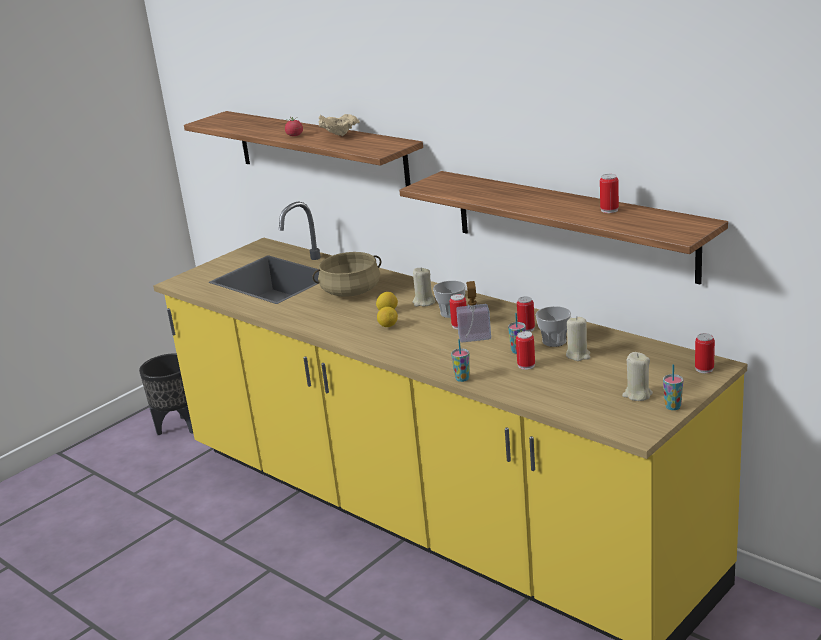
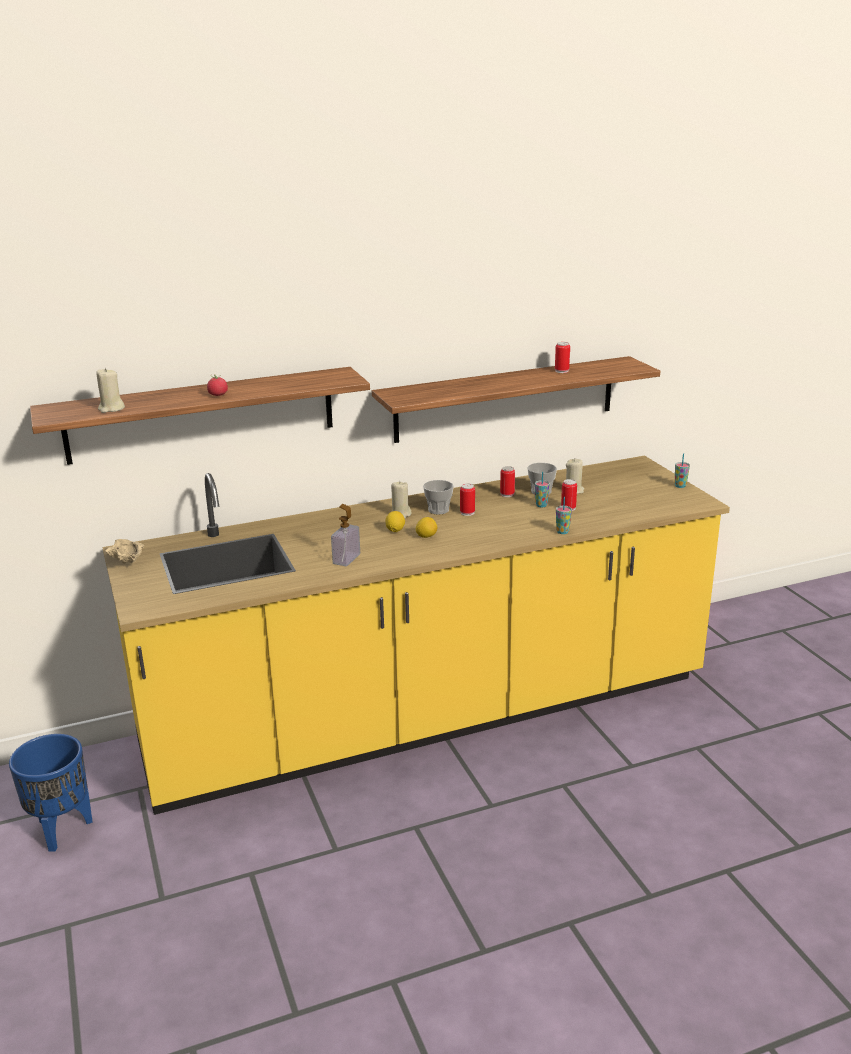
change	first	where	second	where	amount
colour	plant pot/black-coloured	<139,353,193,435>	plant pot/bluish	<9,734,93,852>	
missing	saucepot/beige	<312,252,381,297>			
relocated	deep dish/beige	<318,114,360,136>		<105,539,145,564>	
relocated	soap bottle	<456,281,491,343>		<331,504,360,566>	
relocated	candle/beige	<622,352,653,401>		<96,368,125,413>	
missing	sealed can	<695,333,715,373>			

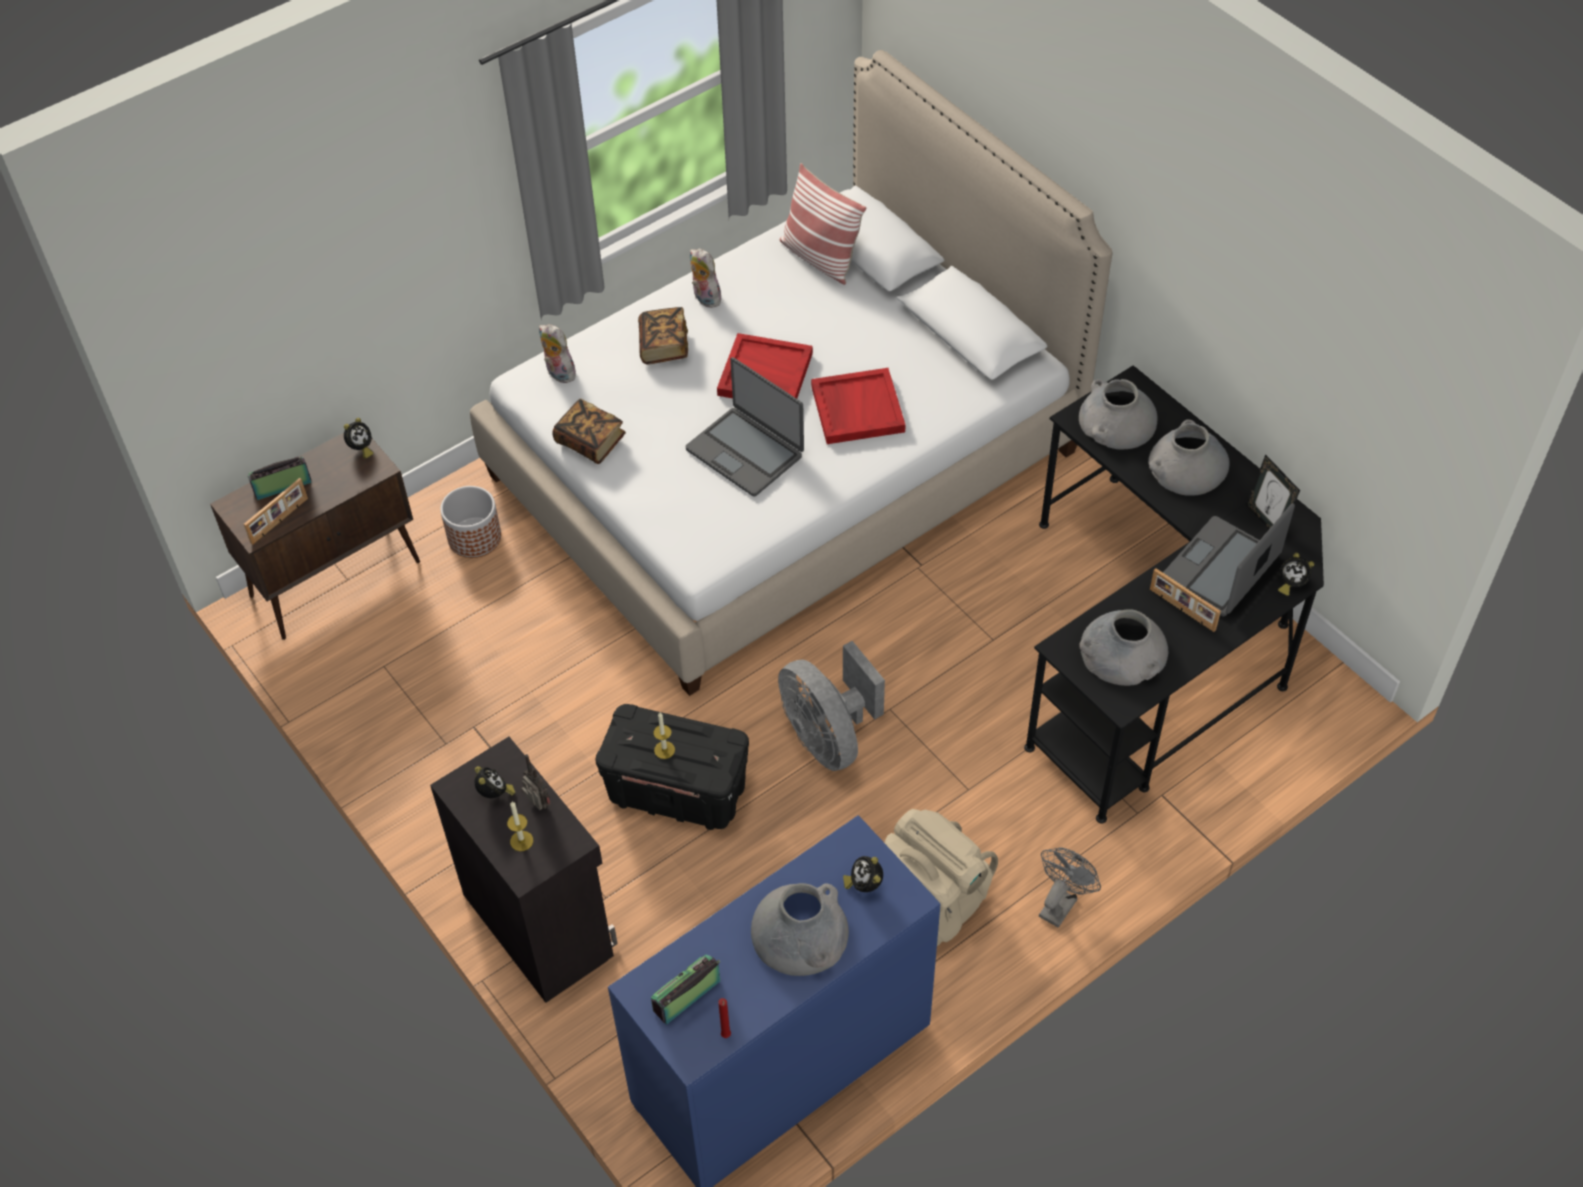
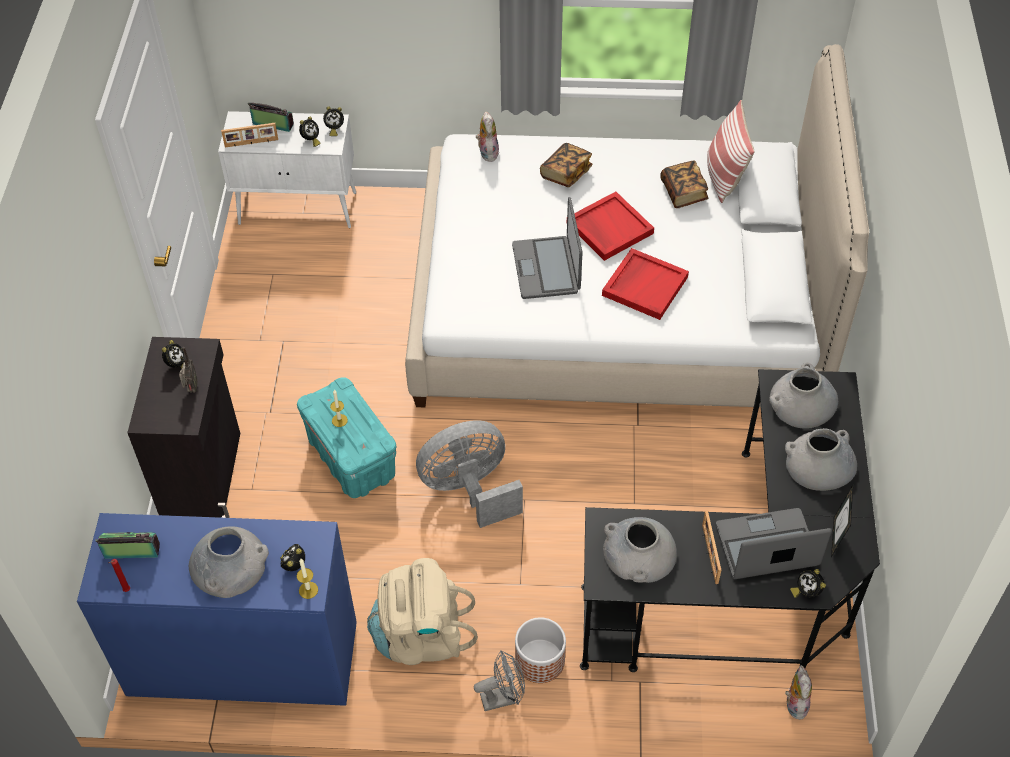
change	first	where	second	where	amount
colour	cabinet/brownish	<210,433,420,640>	cabinet/whitish	<218,111,356,228>	
relocated	plant pot	<440,486,501,558>		<515,617,566,683>	
relocated	candle	<507,802,533,851>		<297,559,318,599>	
relocated	book	<552,399,626,464>		<660,160,708,208>	
colour	storage container/black-coloured	<596,704,749,830>	storage container/turquoise-coloured	<297,377,396,498>	
relocated	cuddly toy	<690,248,721,308>		<785,665,812,720>	
spun	electric fan/grey	<778,641,885,771>		<416,420,523,528>	60 degrees clockwise
appeared			table clock	<299,117,320,147>	

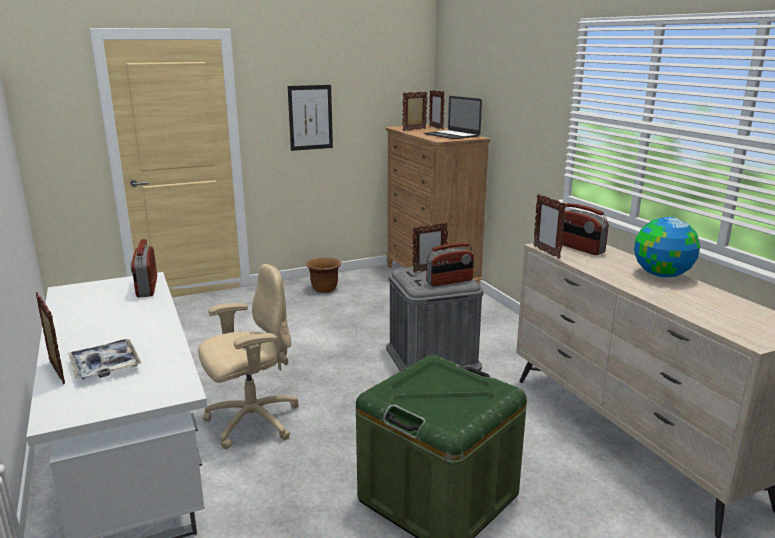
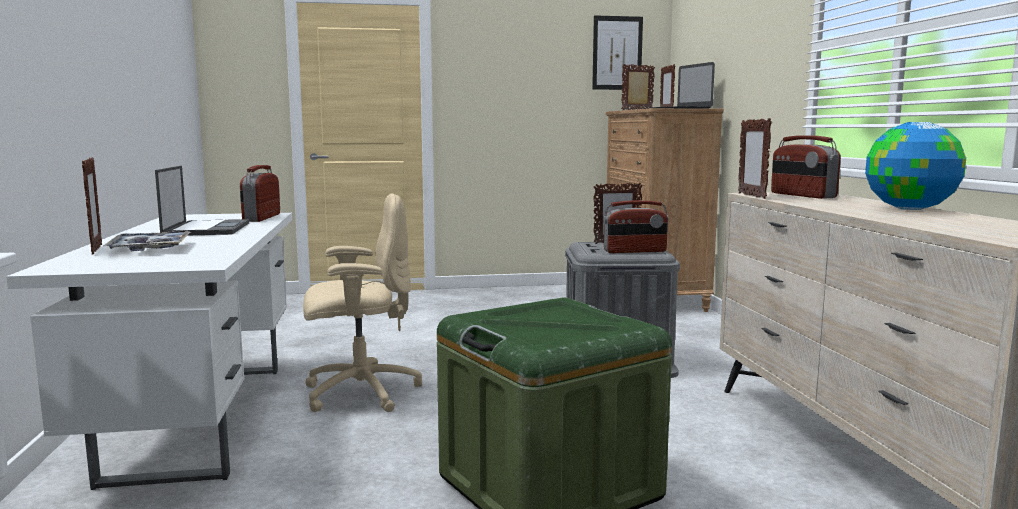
change	first	where	second	where	amount
relocated	wall picture	<288,85,333,151>		<592,15,643,90>	
missing	plant pot/brownish	<306,257,341,293>			
appeared			notebook computer	<155,166,249,236>	

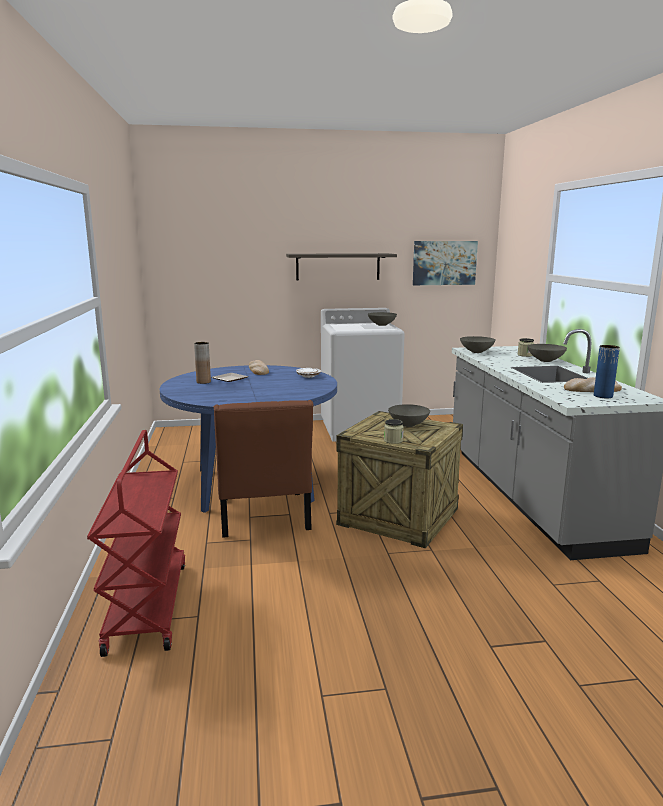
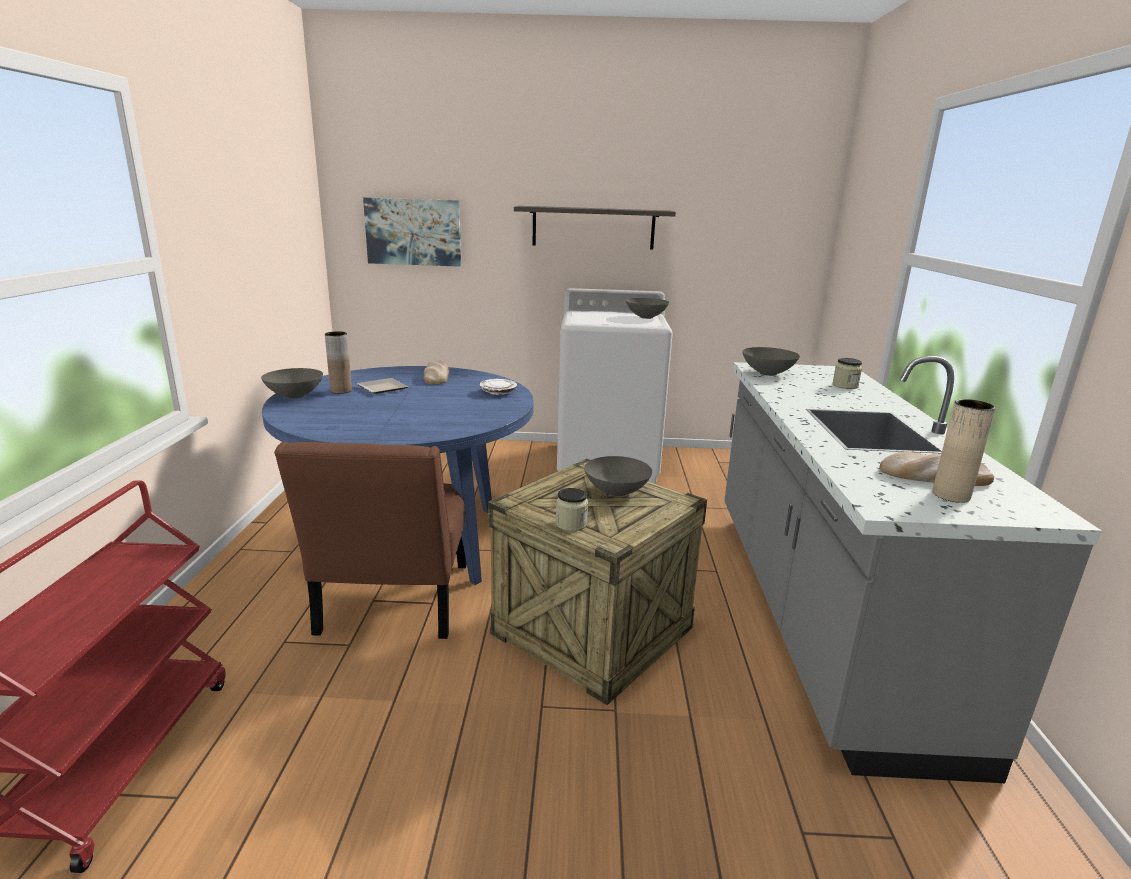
change	first	where	second	where	amount
relocated	wall picture	<413,241,478,285>		<363,197,461,267>	
relocated	deep dish/grey	<527,344,567,362>		<261,368,323,399>	
colour	flower vase/bluish	<594,345,620,398>	flower vase/beige	<932,399,996,503>	

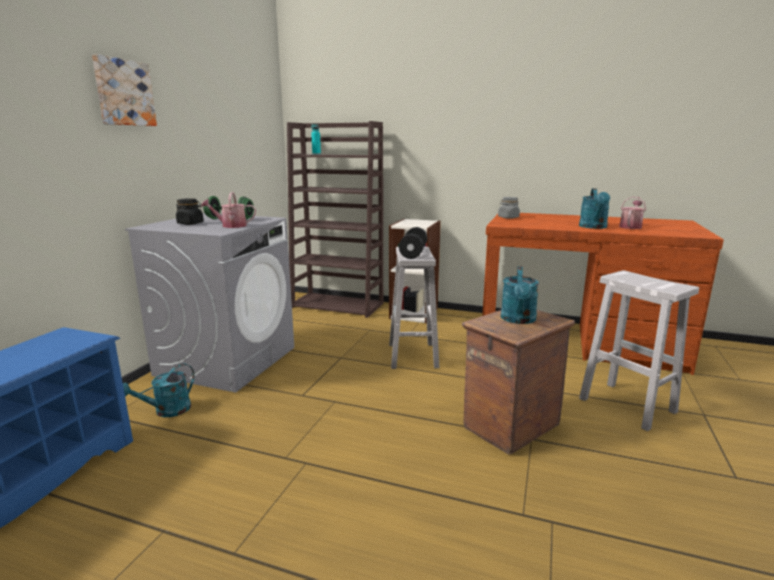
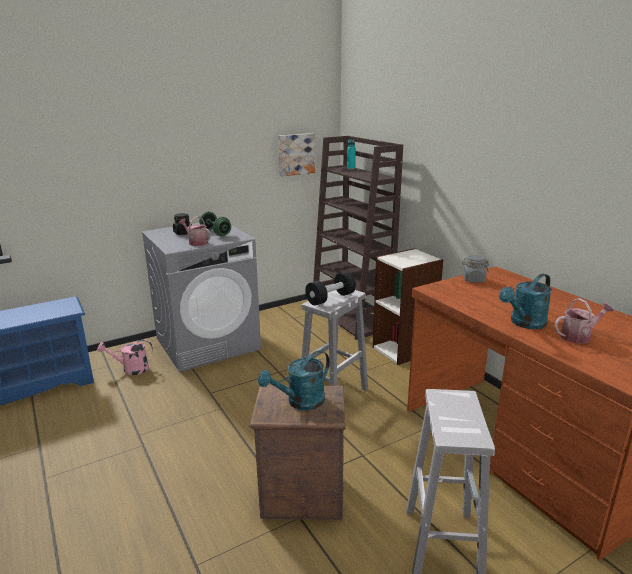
change	first	where	second	where	amount
relocated	wall picture	<92,54,157,126>		<278,133,315,176>	
colour	watering can/turquoise-coloured	<123,363,195,417>	watering can/pink	<97,339,153,375>	

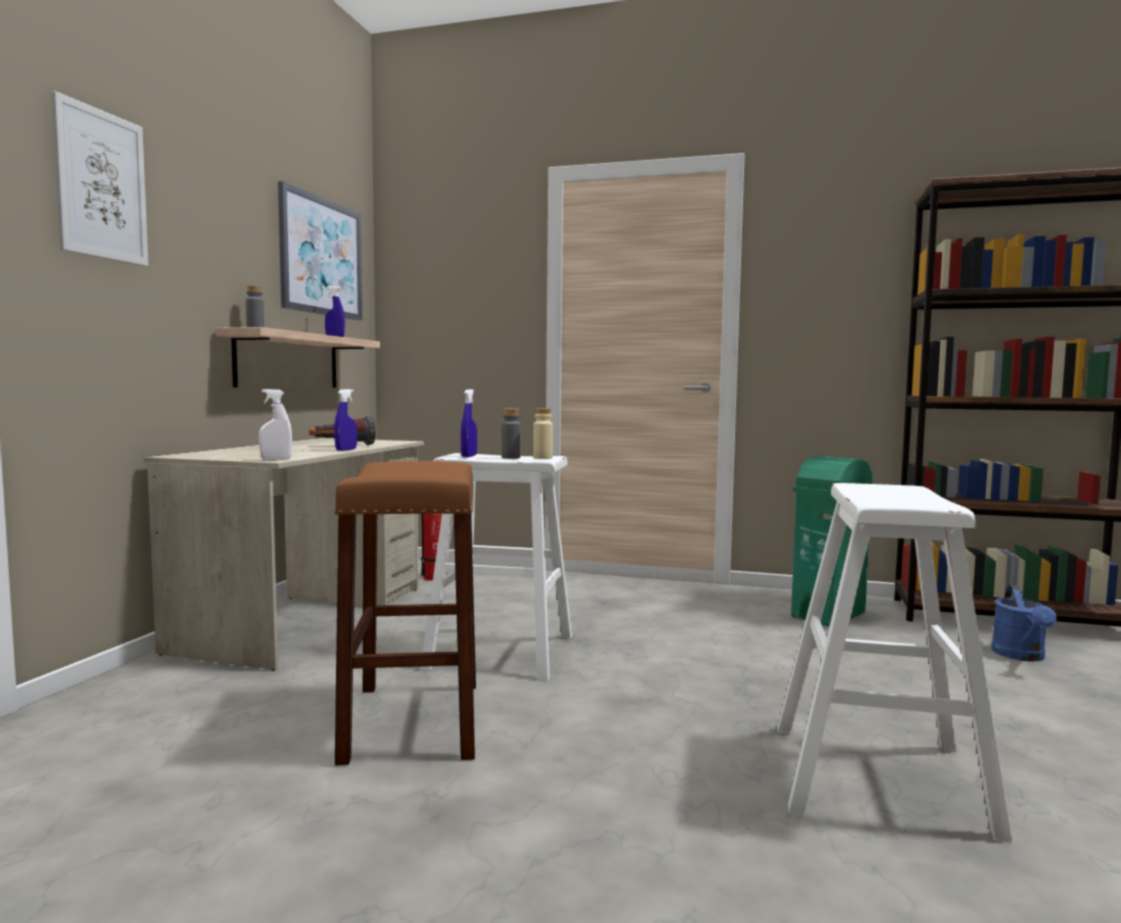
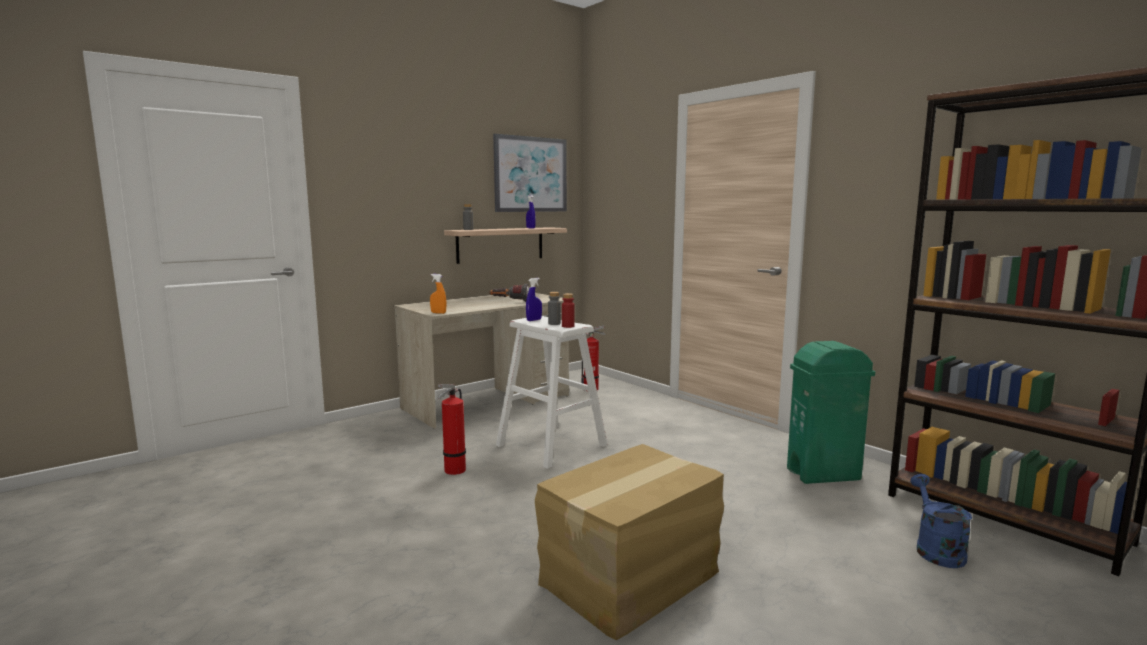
change	first	where	second	where	amount
missing	wall picture	<51,91,148,266>			
colour	sprayer/whitish	<259,389,292,460>	sprayer/orange	<430,274,446,314>	
missing	sprayer/bluish	<334,389,357,451>			
exchanged	stool seat/brownish	<334,461,476,765>	fire-fighting cylinder	<437,384,466,475>	
colour	drink bottle/beige	<533,408,553,459>	drink bottle/reddish	<562,293,575,328>	
exchanged	stool seat/whitish	<777,483,1013,843>	cardboard box	<535,444,724,640>	
spun	watering can/bluish	<991,585,1057,662>		<910,474,972,568>	135 degrees clockwise

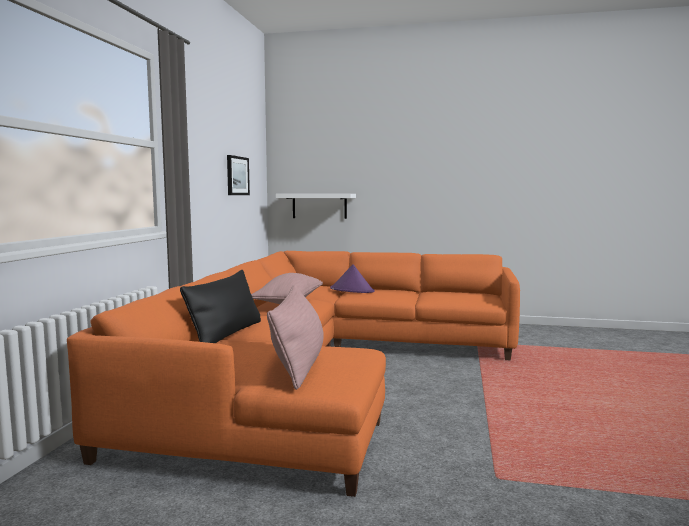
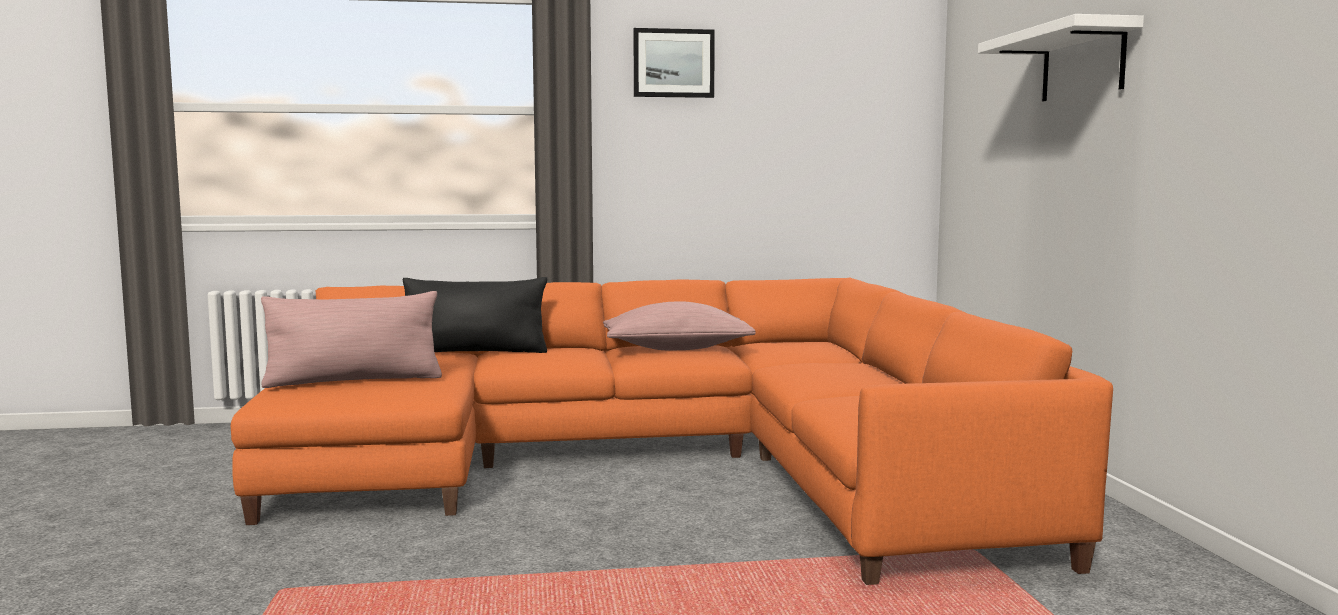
change	first	where	second	where	amount
relocated	wall picture	<227,155,250,195>		<633,28,715,98>	
relocated	wall shelf/whitish	<276,194,356,219>		<978,14,1144,101>	
missing	hat/purplish	<330,264,374,293>			

